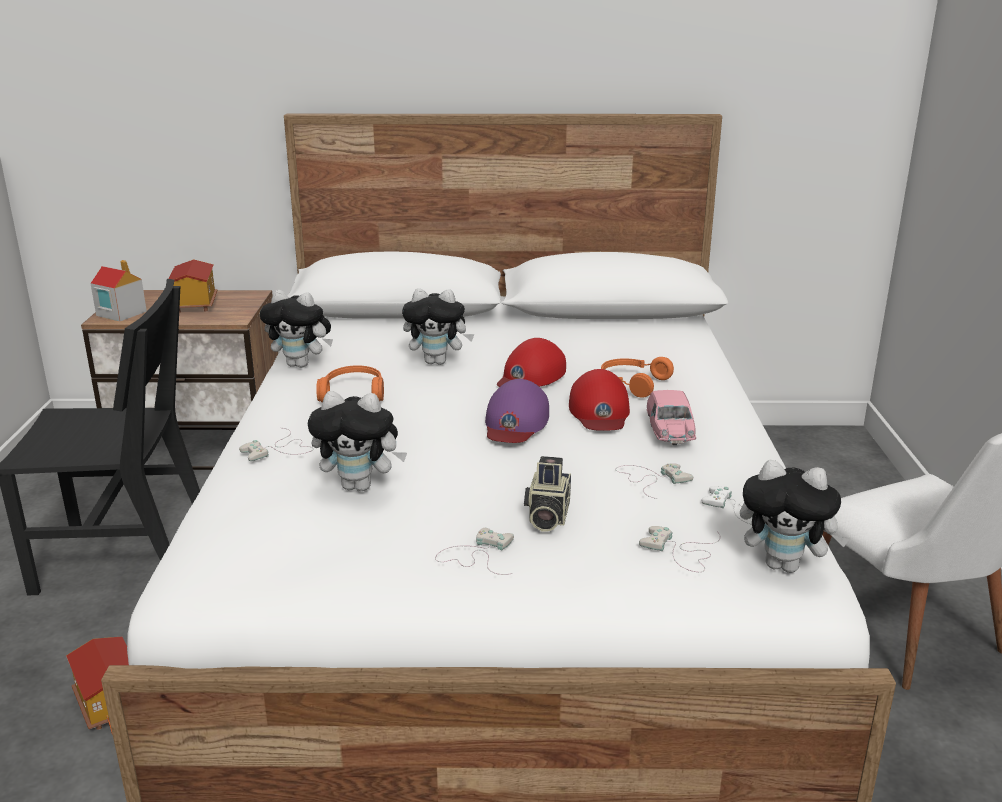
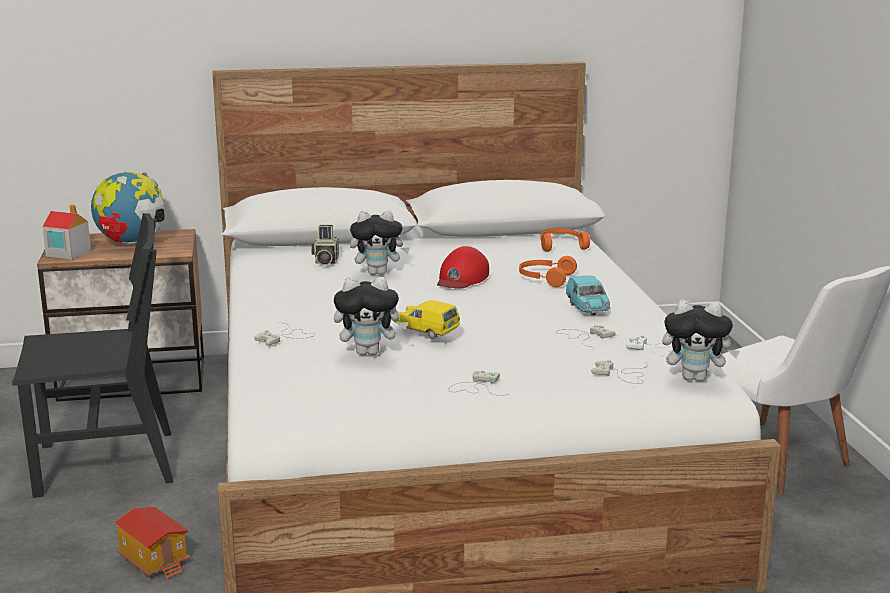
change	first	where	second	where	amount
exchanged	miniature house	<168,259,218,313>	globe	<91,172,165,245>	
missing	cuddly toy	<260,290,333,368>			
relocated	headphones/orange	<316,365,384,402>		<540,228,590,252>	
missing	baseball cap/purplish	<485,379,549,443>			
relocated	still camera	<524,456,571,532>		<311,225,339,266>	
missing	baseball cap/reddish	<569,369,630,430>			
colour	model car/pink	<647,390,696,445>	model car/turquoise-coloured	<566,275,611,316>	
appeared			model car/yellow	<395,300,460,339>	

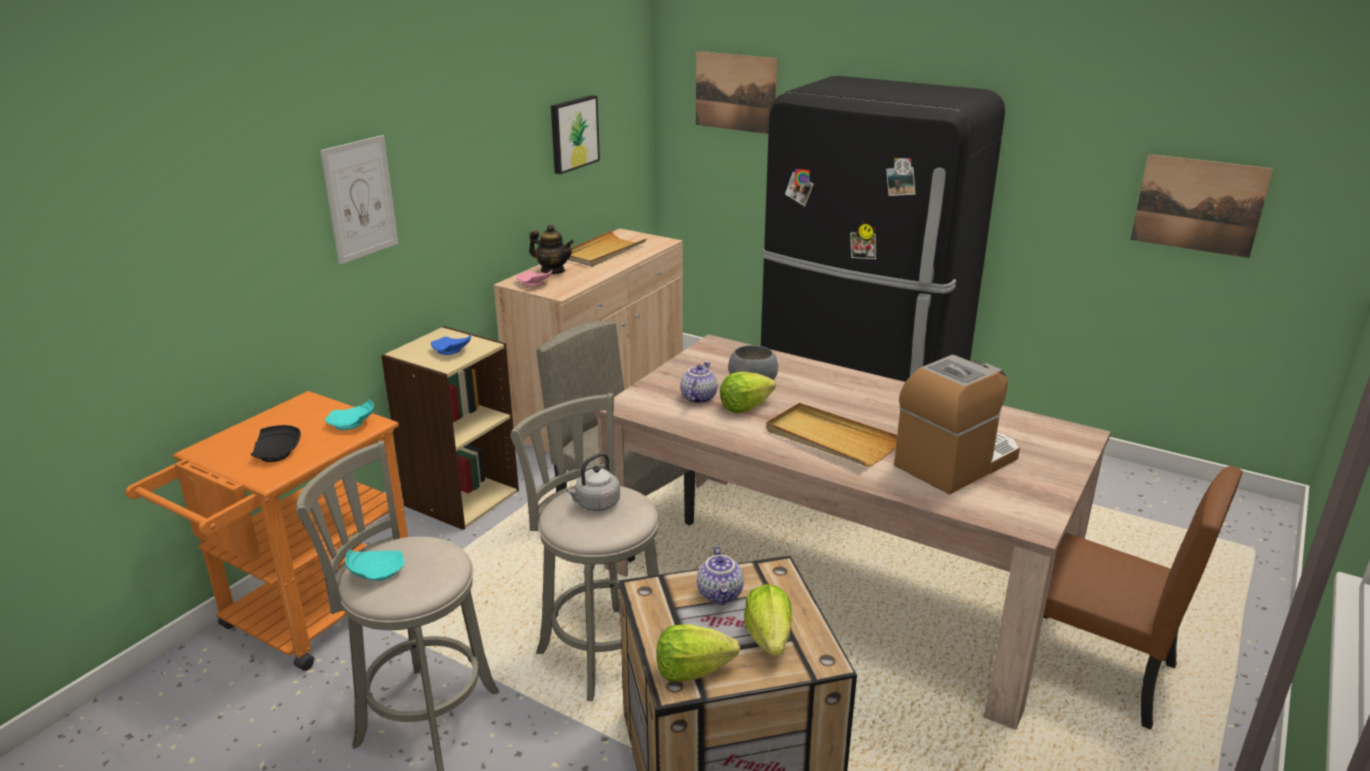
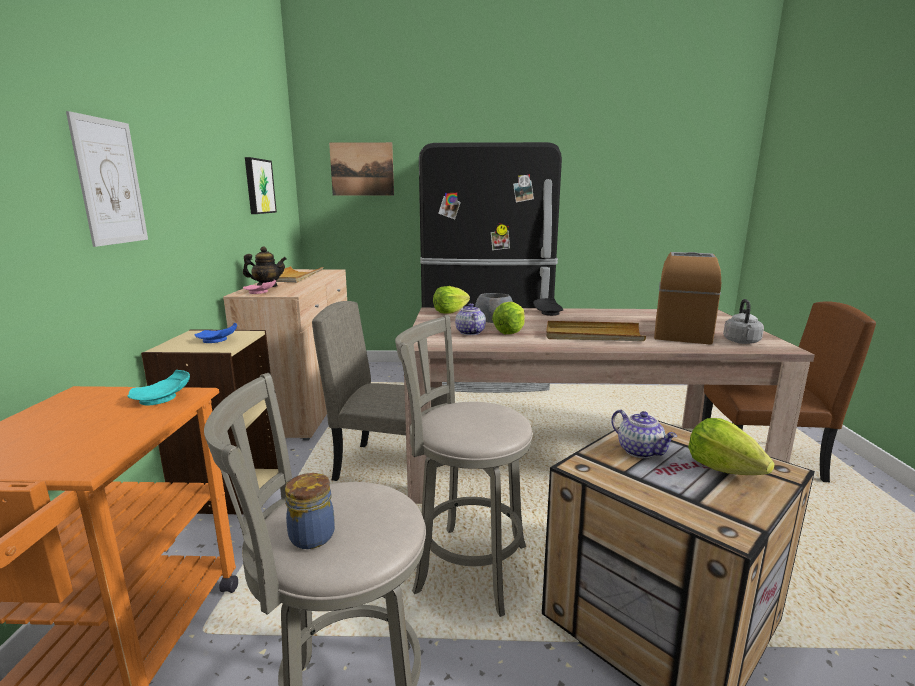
change	first	where	second	where	amount
relocated	plate/black-coloured	<251,425,301,462>		<533,298,563,316>	
exchanged	plate/turquoise-coloured	<345,549,405,581>	jar	<285,473,335,549>	
relocated	kettle/grey	<566,452,620,511>		<723,299,764,344>	
relocated	lettuce head	<657,624,740,682>		<433,286,470,314>	
missing	wall picture	<1130,154,1273,258>			

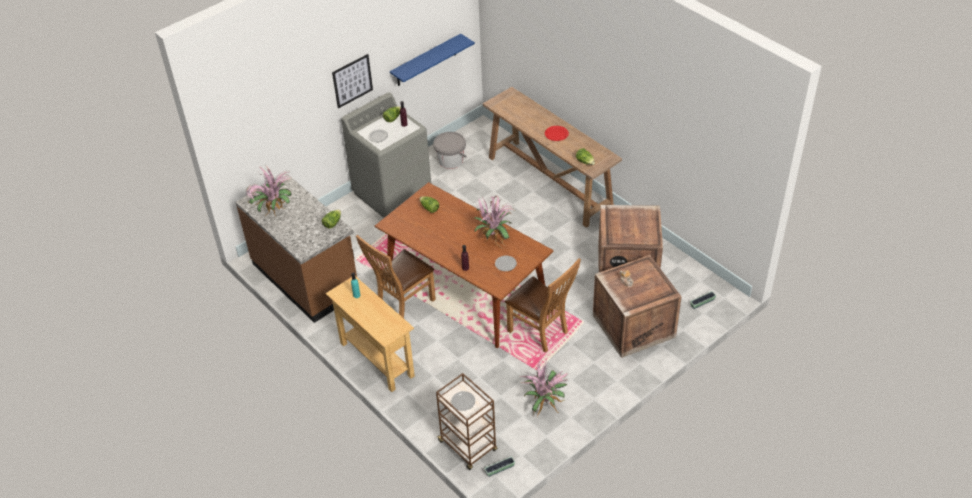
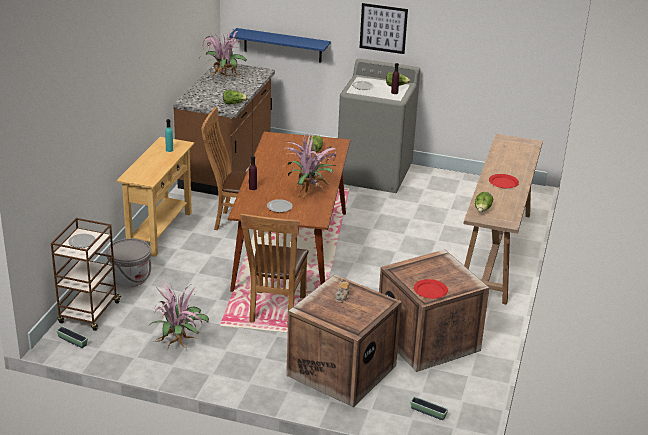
change	first	where	second	where	amount
relocated	wall shelf/bluish	<390,34,475,86>		<229,28,331,63>	
relocated	pail/grey	<433,132,467,169>		<107,238,151,287>	
appeared			plate/reddish	<414,279,448,299>	

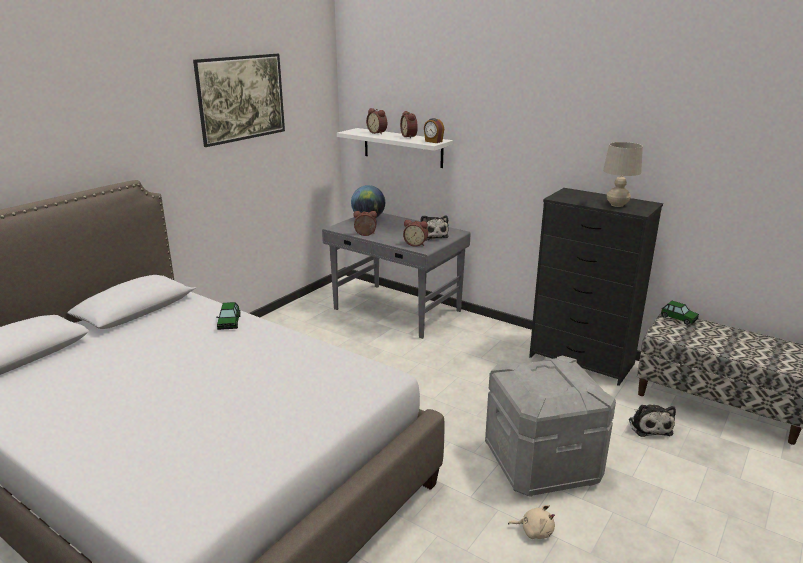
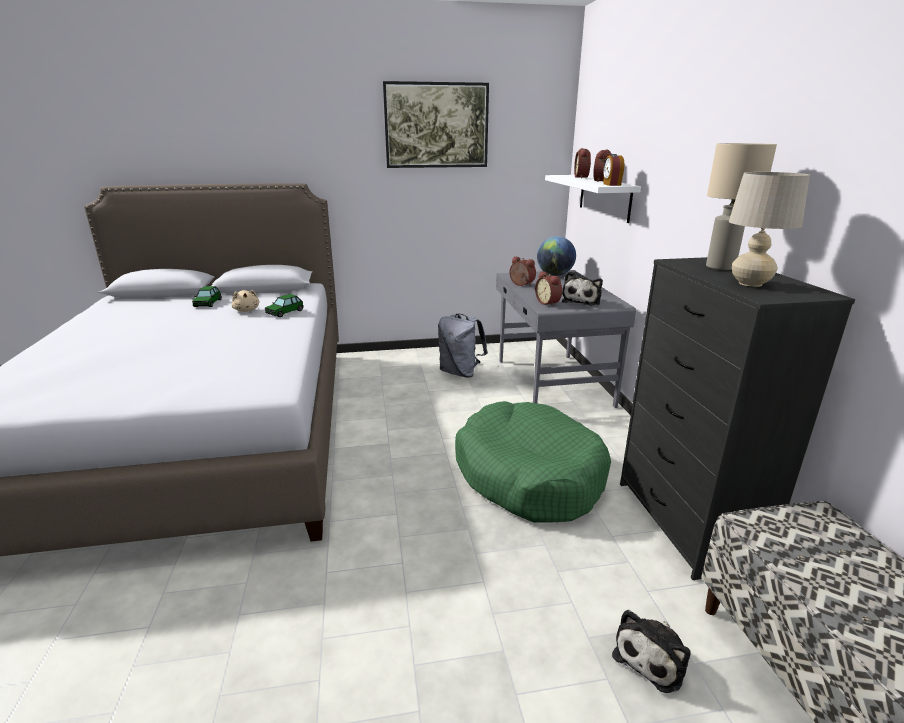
change	first	where	second	where	amount
missing	storage container/grey	<485,356,616,497>			
relocated	cuddly toy/beige	<508,505,555,539>		<232,290,259,312>	
relocated	model car	<661,301,699,325>		<192,286,222,307>	
appeared			rucksack/grey	<438,314,488,378>	
appeared			dog cushion/green	<455,401,611,522>	
appeared			table lamp/beige	<706,143,777,270>	

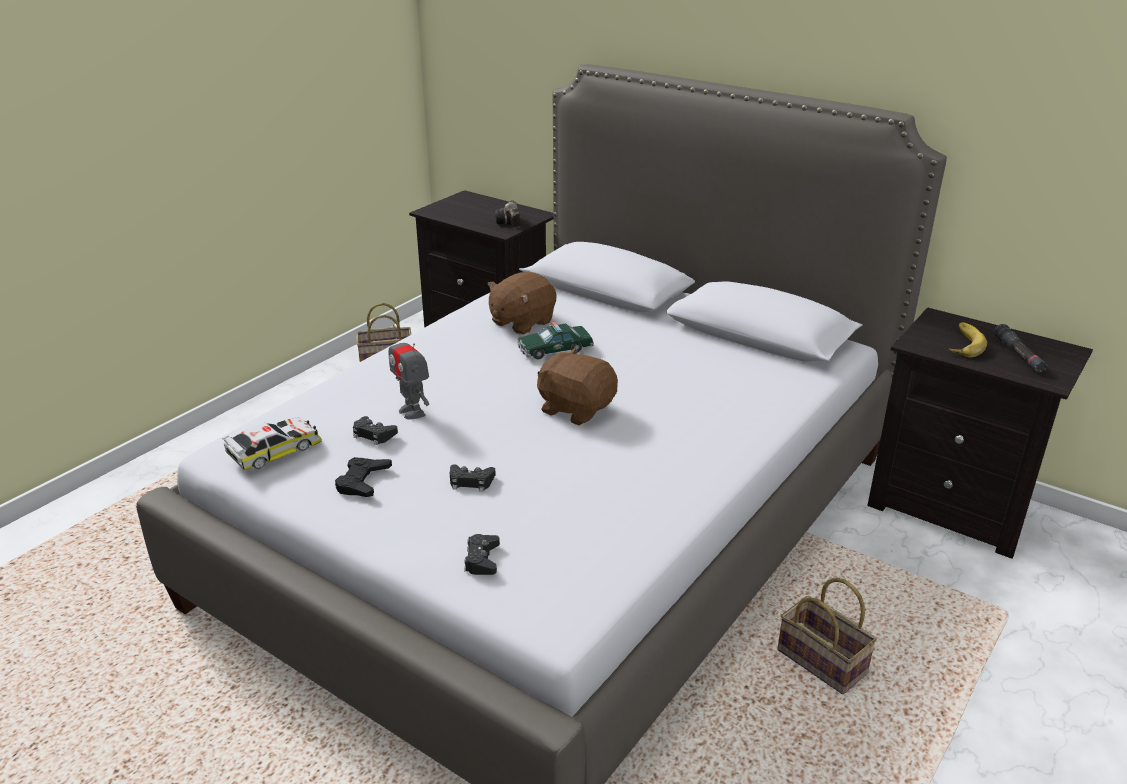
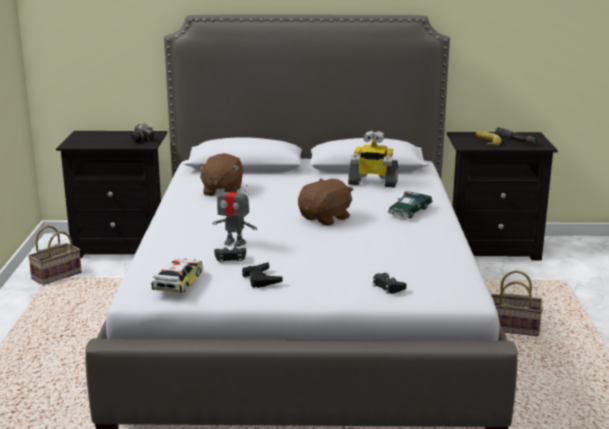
change	first	where	second	where	amount
missing	joypad/black-coloured	<450,464,496,491>			
relocated	model car	<517,322,594,359>		<388,191,433,218>	
spun	cuddly toy/brownish	<537,348,618,425>		<298,179,354,226>	135 degrees clockwise
appeared			toy robot	<348,130,398,188>	

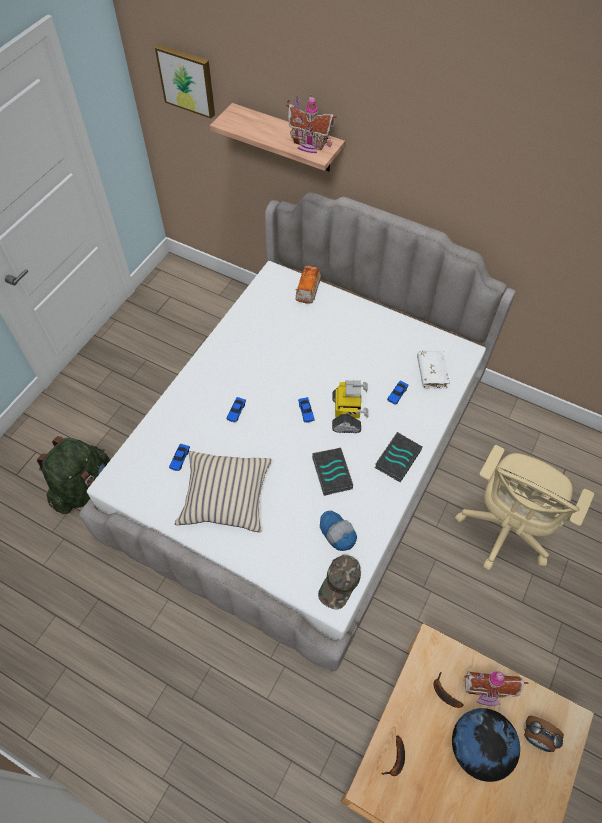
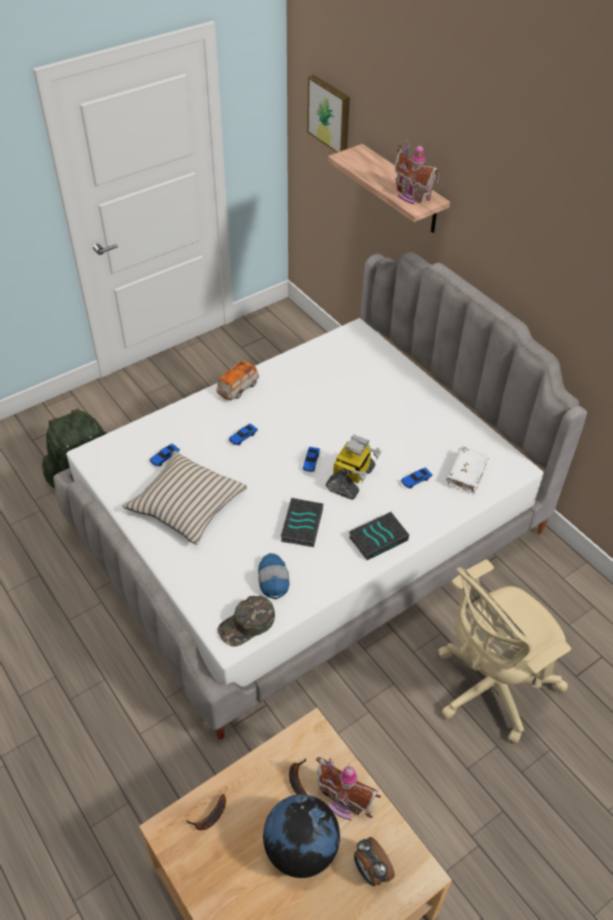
change	first	where	second	where	amount
relocated	model car	<295,265,321,304>		<216,360,259,400>	

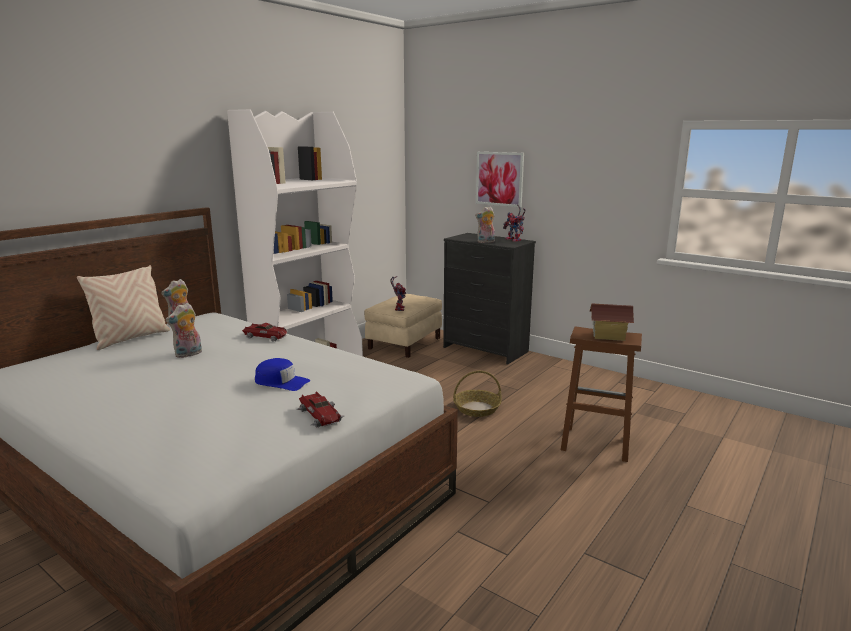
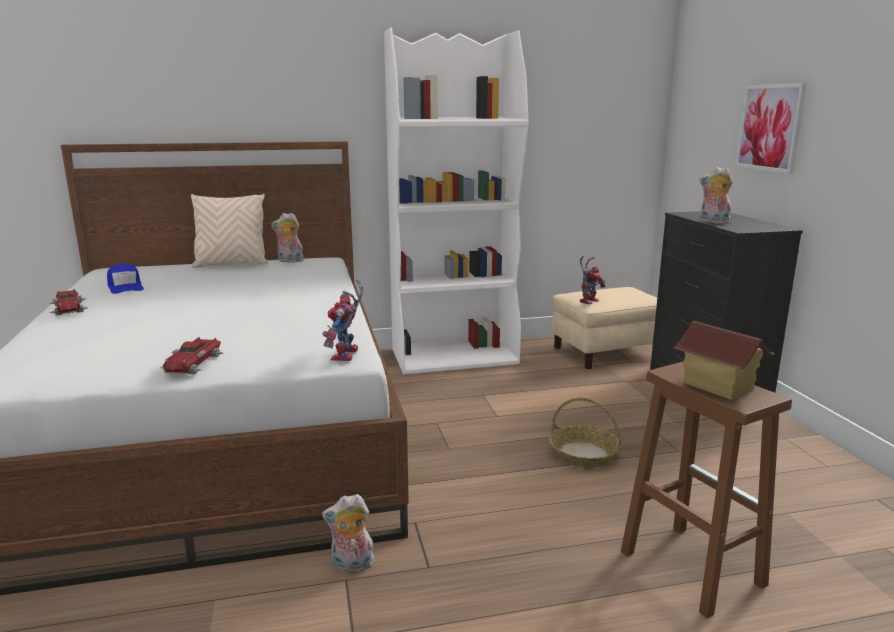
change	first	where	second	where	amount
relocated	cuddly toy	<166,303,202,358>		<322,494,375,572>	
relocated	model car	<242,323,287,342>		<49,289,89,316>	
relocated	baseball cap/bluish	<255,358,310,391>		<107,264,144,294>	
relocated	toy robot	<503,204,526,242>		<323,279,363,361>	

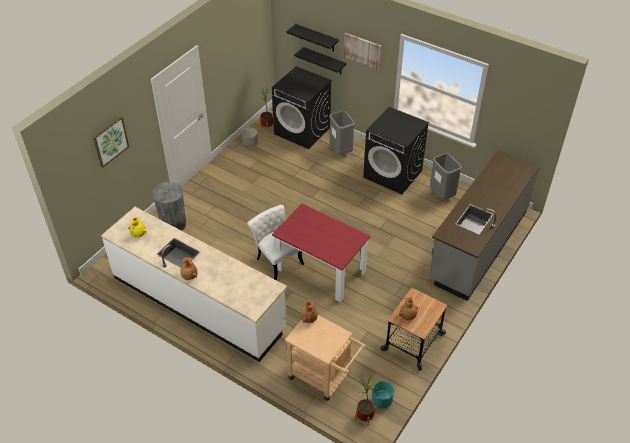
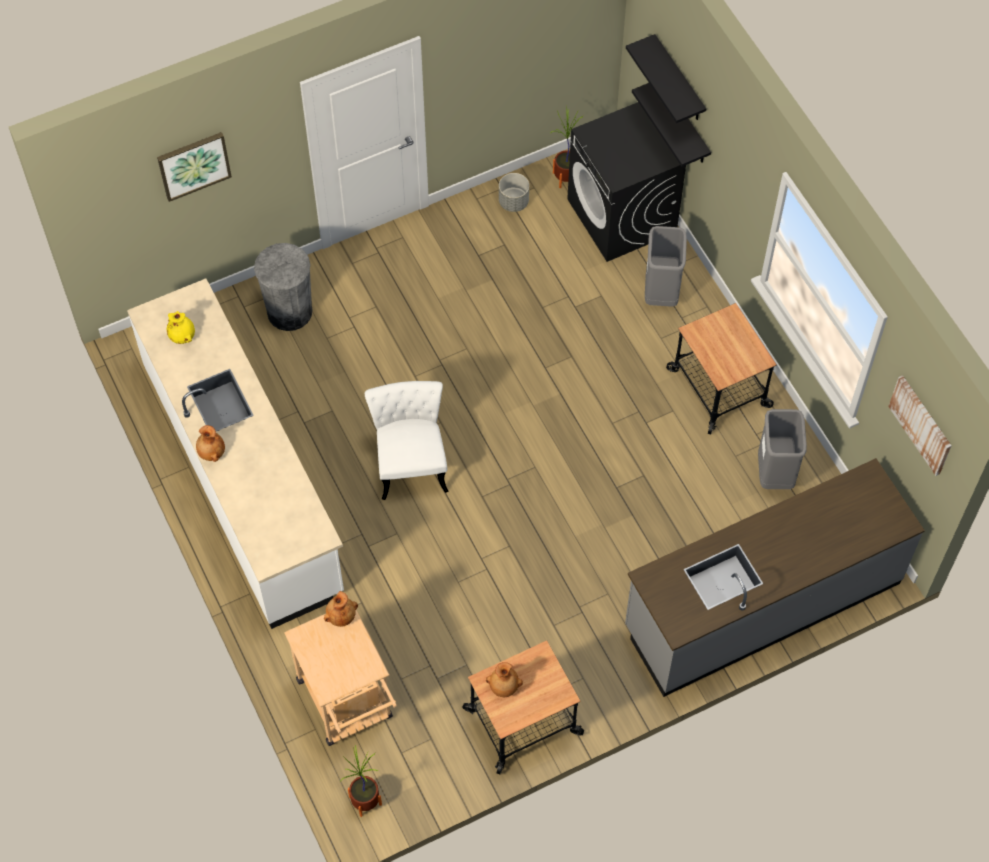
change	first	where	second	where	amount
missing	dining table/reddish	<272,204,370,303>			
relocated	wall picture	<344,33,381,69>		<888,375,951,476>	
exchanged	laundry machine/black-coloured	<363,107,429,194>	trolley	<666,303,777,434>	
missing	plant pot/turquoise-coloured	<372,381,394,408>			

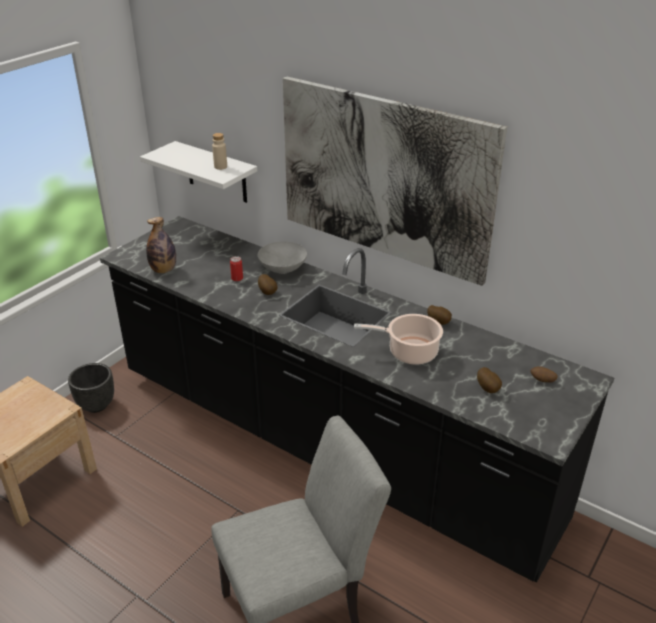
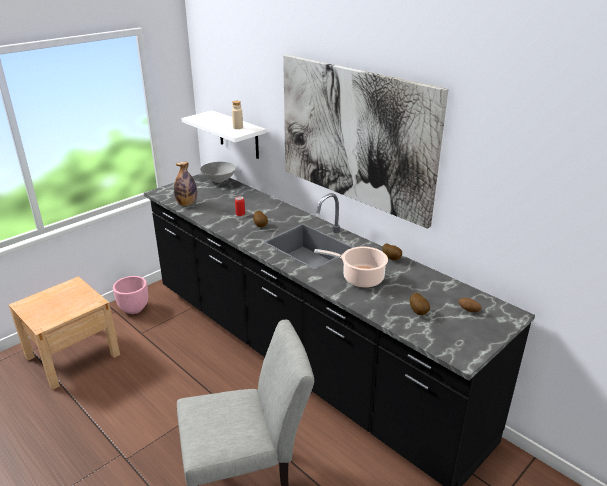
change	first	where	second	where	amount
colour	plant pot/black-coloured	<68,363,114,413>	plant pot/pink	<113,276,148,314>	
relocated	deep dish/grey	<258,242,307,274>		<200,162,236,183>	

